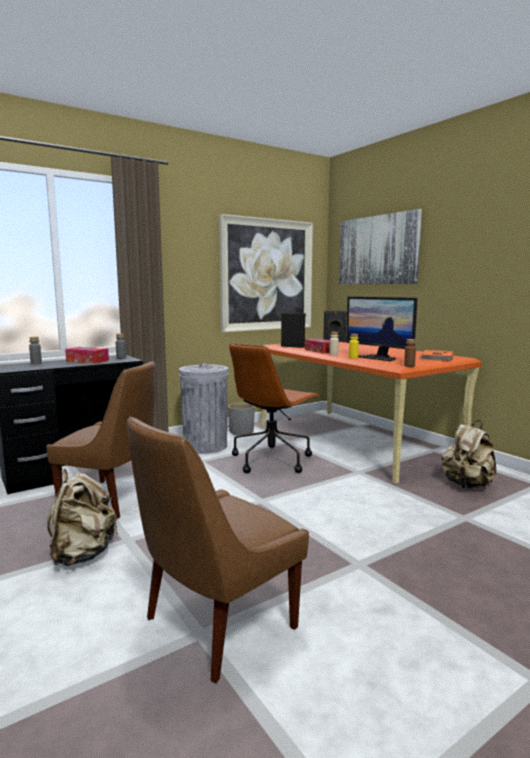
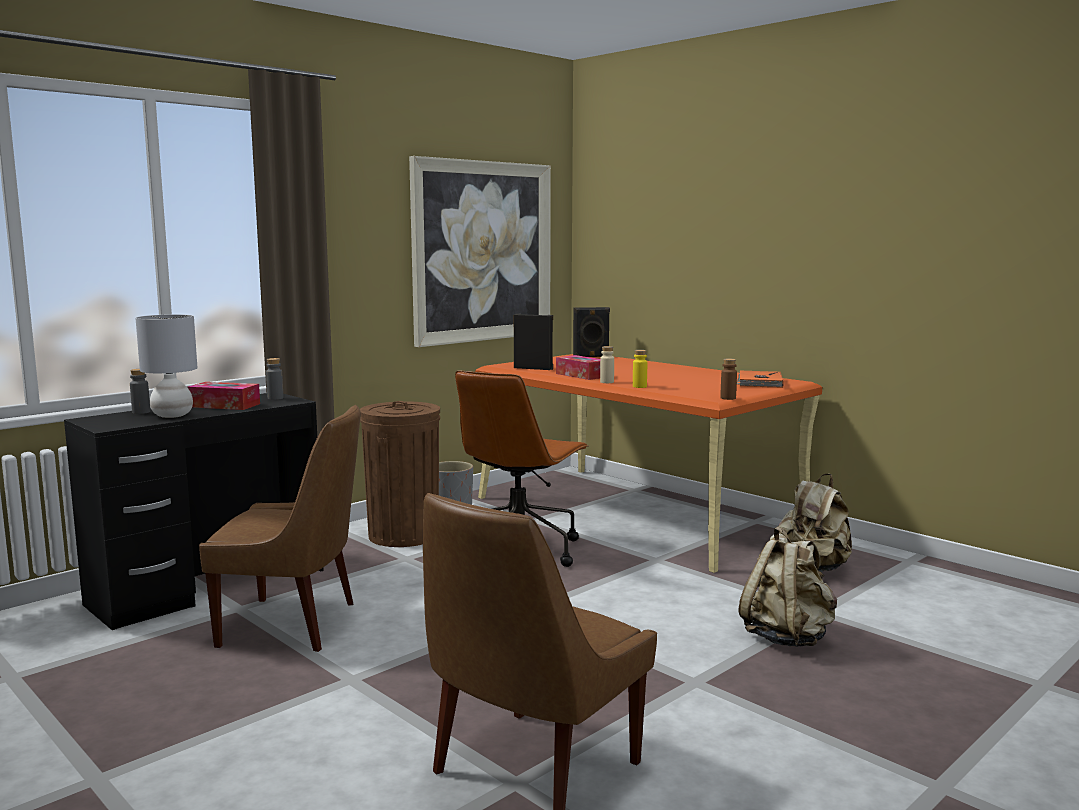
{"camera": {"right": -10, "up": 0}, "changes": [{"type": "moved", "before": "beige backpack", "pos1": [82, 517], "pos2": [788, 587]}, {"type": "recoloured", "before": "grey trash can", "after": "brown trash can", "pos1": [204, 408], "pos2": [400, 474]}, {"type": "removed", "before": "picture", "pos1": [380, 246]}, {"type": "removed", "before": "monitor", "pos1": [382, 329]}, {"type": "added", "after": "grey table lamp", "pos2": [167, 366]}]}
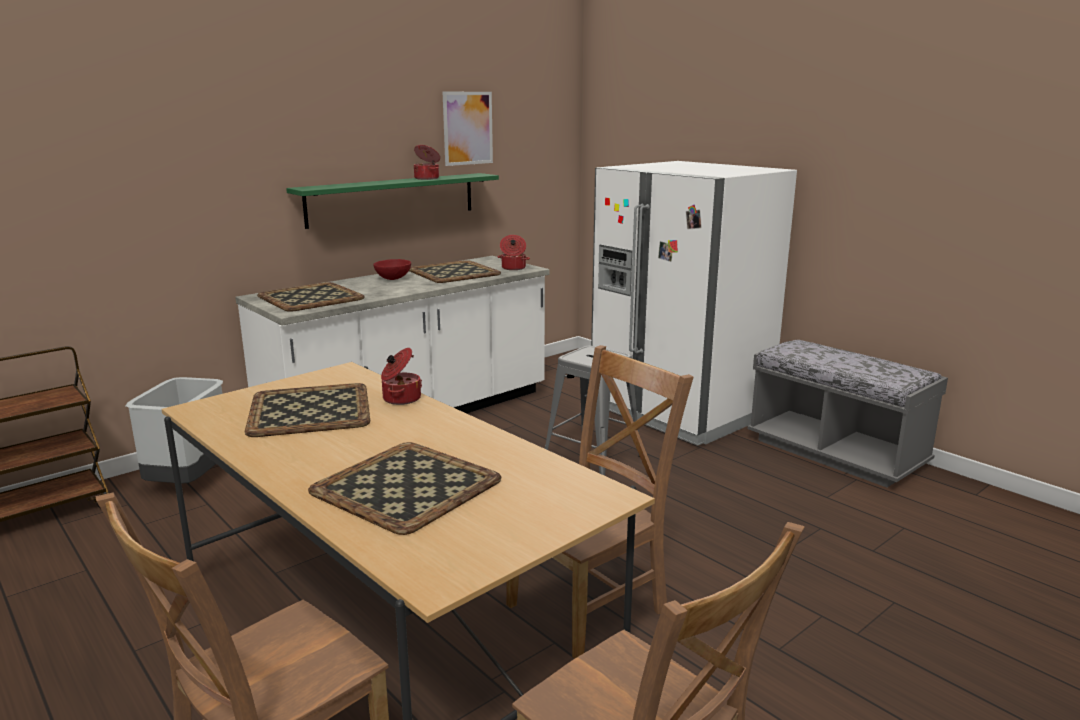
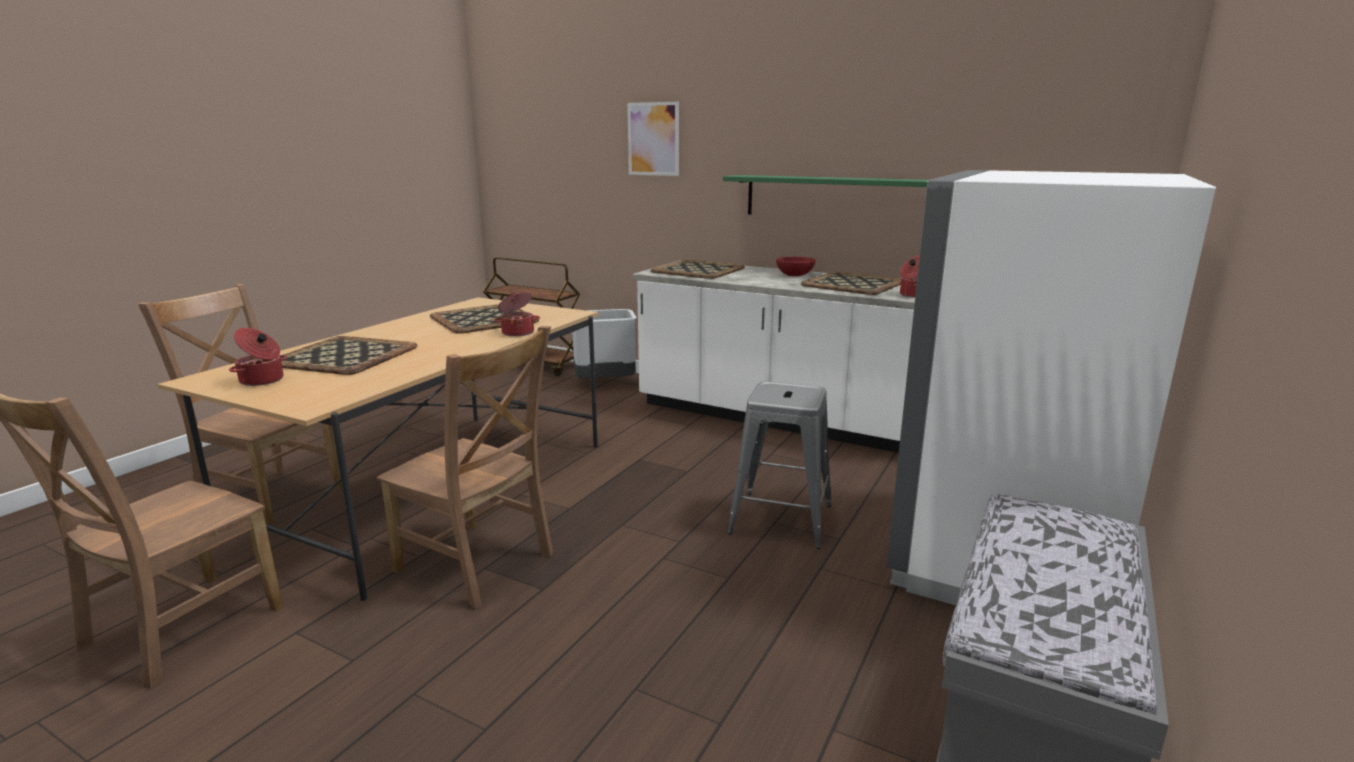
{"camera": {"right": 70, "up": 0}, "changes": [{"type": "moved", "before": "cooking pot", "pos1": [427, 162], "pos2": [258, 357]}, {"type": "moved", "before": "picture", "pos1": [468, 129], "pos2": [653, 139]}]}
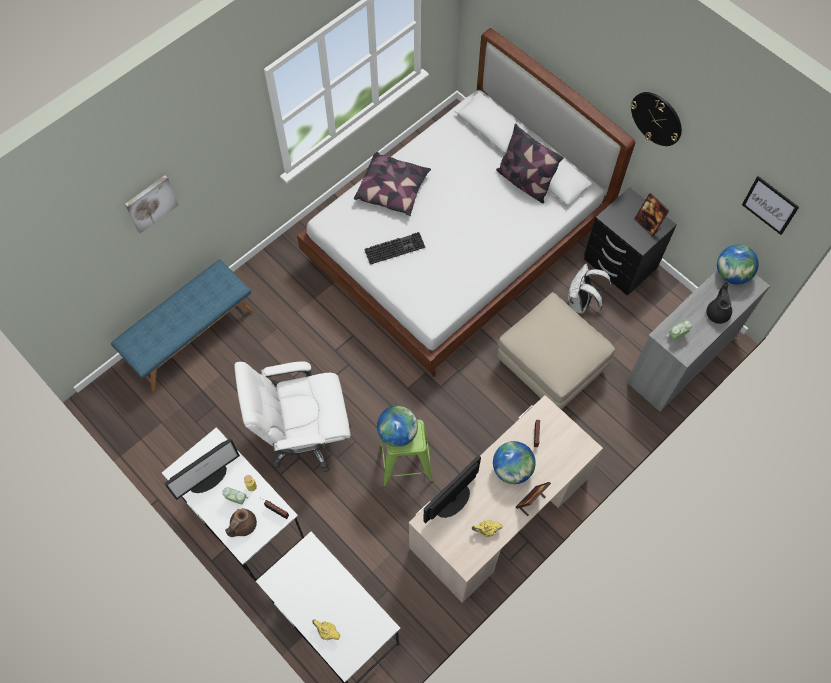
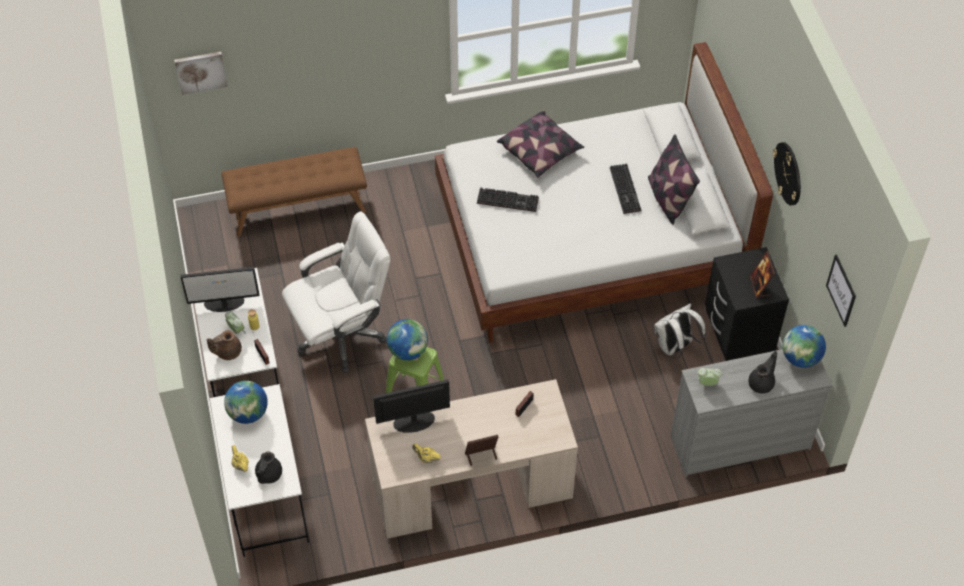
{"camera": {"right": 30, "up": -10}, "changes": [{"type": "recoloured", "before": "blue bench", "after": "brown bench", "pos1": [182, 325], "pos2": [294, 192]}, {"type": "moved", "before": "picture", "pos1": [151, 204], "pos2": [201, 73]}, {"type": "turned", "before": "white office chair", "pos1": [292, 417], "pos2": [336, 292], "turn": 135}, {"type": "moved", "before": "globe", "pos1": [514, 462], "pos2": [246, 402]}, {"type": "removed", "before": "beige ottoman", "pos1": [556, 350]}, {"type": "added", "after": "black teapot", "pos2": [268, 467]}, {"type": "added", "after": "keyboard", "pos2": [625, 188]}]}
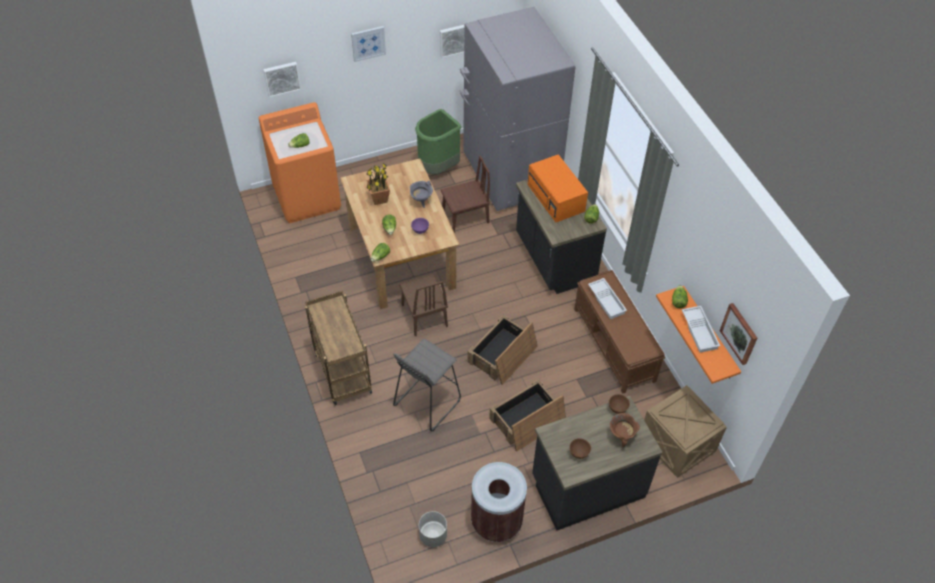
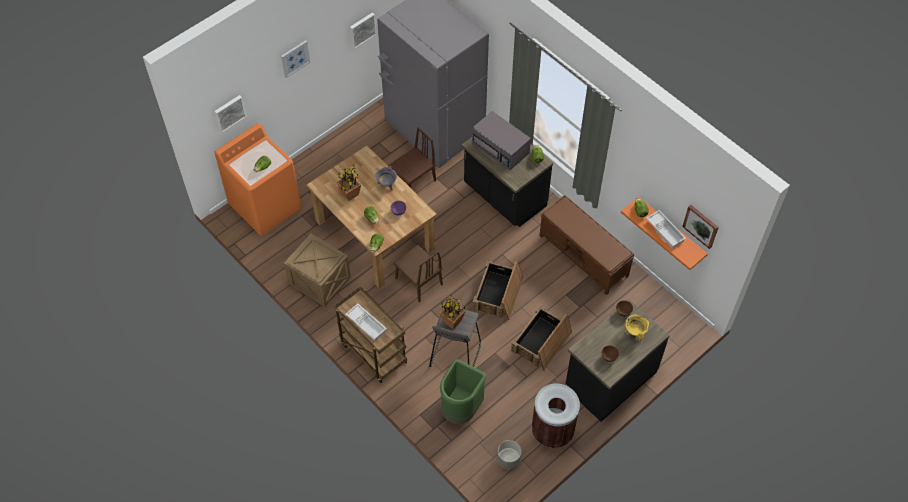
{"camera": {"right": -20, "up": 5}, "changes": [{"type": "moved", "before": "green trash can", "pos1": [438, 141], "pos2": [463, 391]}, {"type": "recoloured", "before": "orange microwave", "after": "grey microwave", "pos1": [558, 188], "pos2": [501, 140]}, {"type": "moved", "before": "white tray", "pos1": [607, 298], "pos2": [366, 322]}, {"type": "recoloured", "before": "brown cooking pot", "after": "yellow cooking pot", "pos1": [625, 430], "pos2": [637, 328]}, {"type": "moved", "before": "crate", "pos1": [685, 431], "pos2": [317, 270]}, {"type": "added", "after": "potted plant", "pos2": [453, 312]}]}
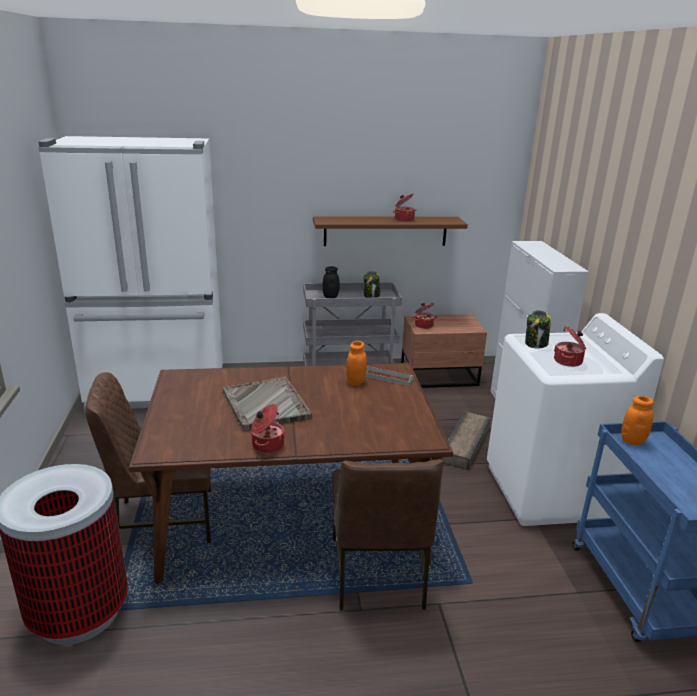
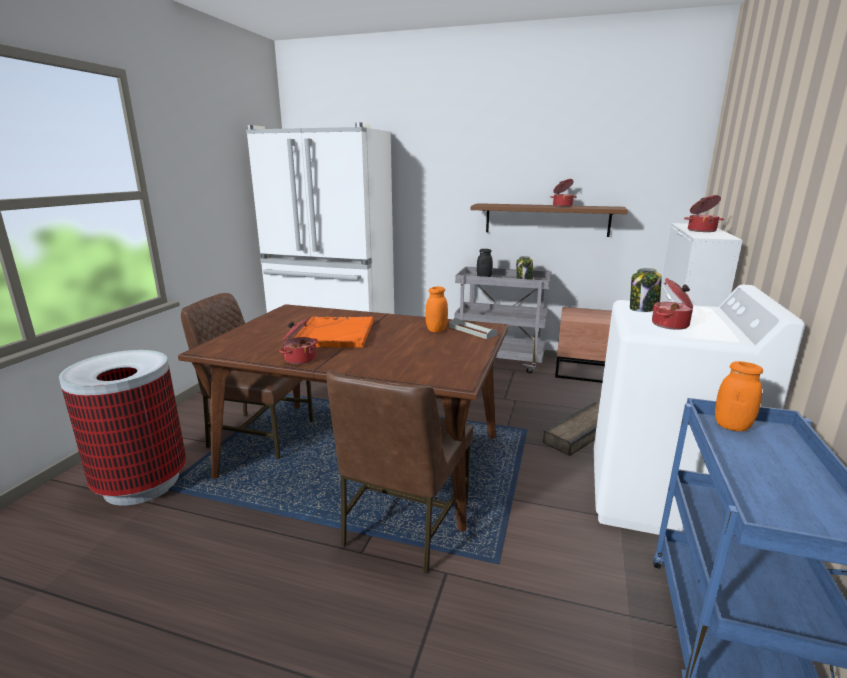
{"camera": {"right": 25, "up": -5}, "changes": [{"type": "recoloured", "before": "grey tray", "after": "orange tray", "pos1": [267, 404], "pos2": [334, 332]}, {"type": "moved", "before": "cooking pot", "pos1": [424, 316], "pos2": [704, 213]}]}
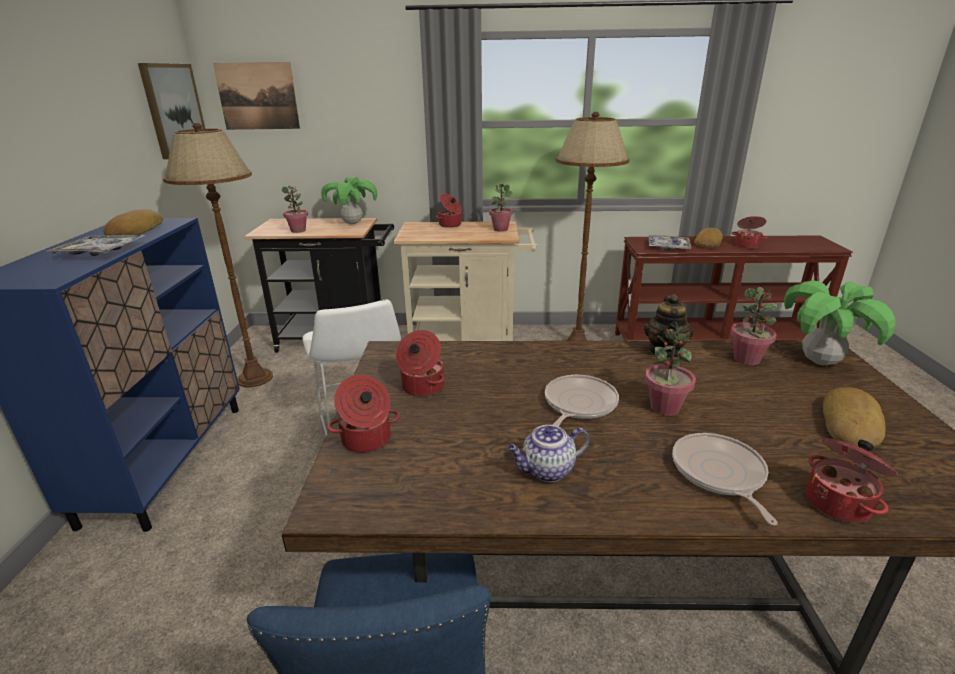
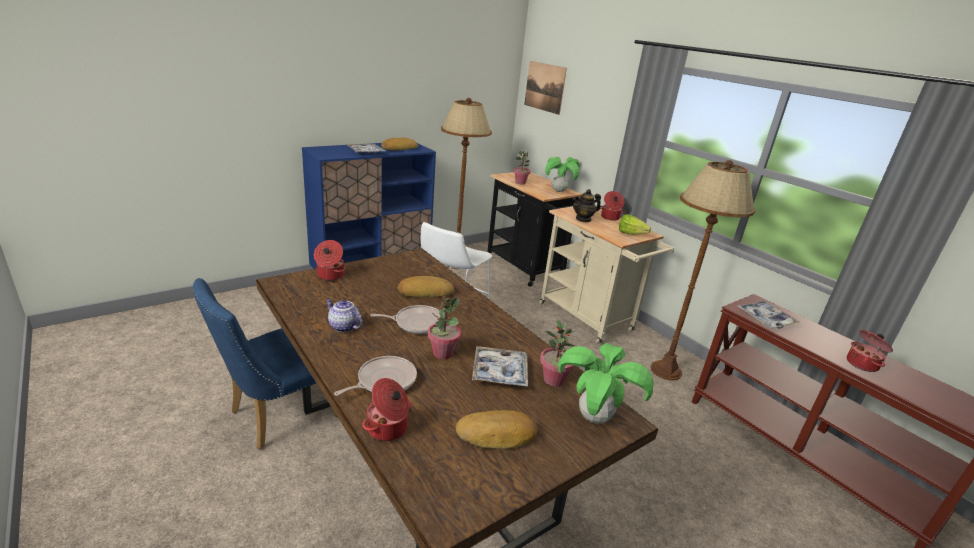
{"camera": {"right": 50, "up": 0}, "changes": [{"type": "removed", "before": "picture", "pos1": [171, 111]}, {"type": "removed", "before": "cooking pot", "pos1": [420, 363]}, {"type": "replaced", "before": "potted plant", "after": "lettuce", "pos1": [501, 207], "pos2": [635, 224]}, {"type": "moved", "before": "teapot", "pos1": [668, 326], "pos2": [587, 205]}, {"type": "moved", "before": "bread", "pos1": [708, 238], "pos2": [426, 287]}, {"type": "added", "after": "tray", "pos2": [500, 366]}]}
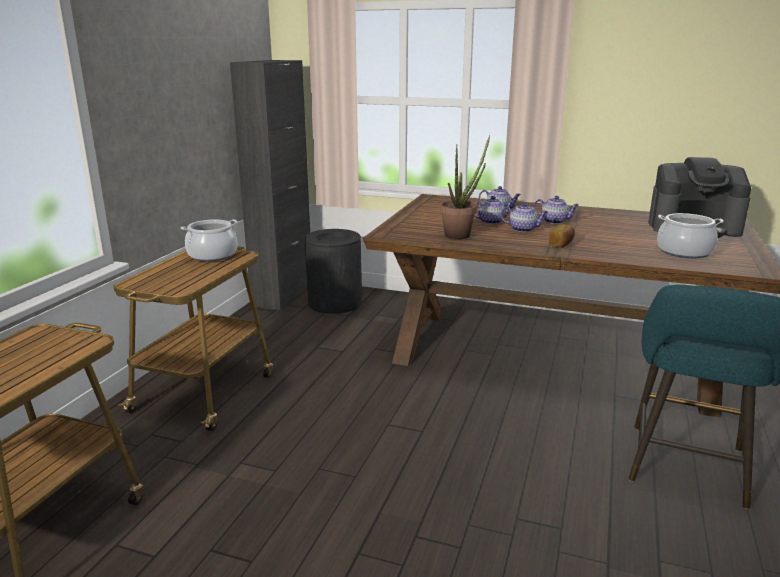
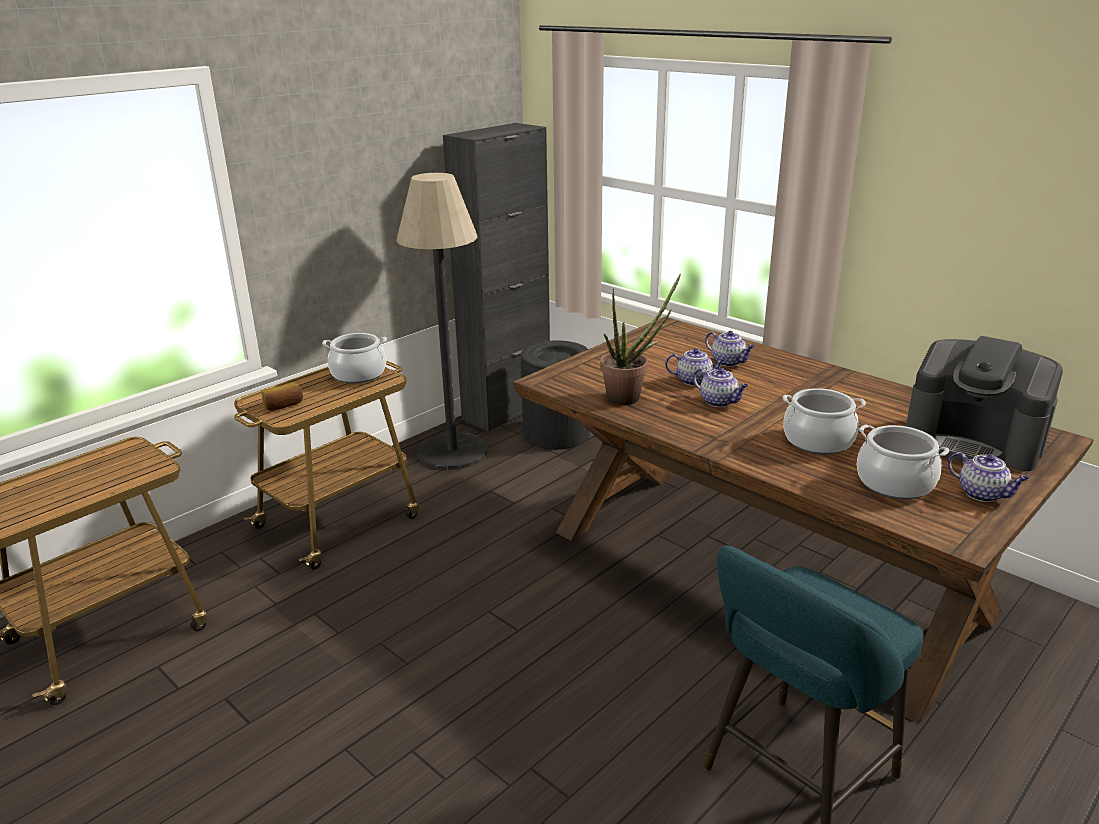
{"camera": {"right": 25, "up": 5}, "changes": [{"type": "moved", "before": "teapot", "pos1": [556, 210], "pos2": [988, 477]}, {"type": "moved", "before": "bread", "pos1": [562, 236], "pos2": [282, 396]}, {"type": "added", "after": "floor lamp", "pos2": [442, 321]}, {"type": "added", "after": "cooking pot", "pos2": [824, 421]}]}
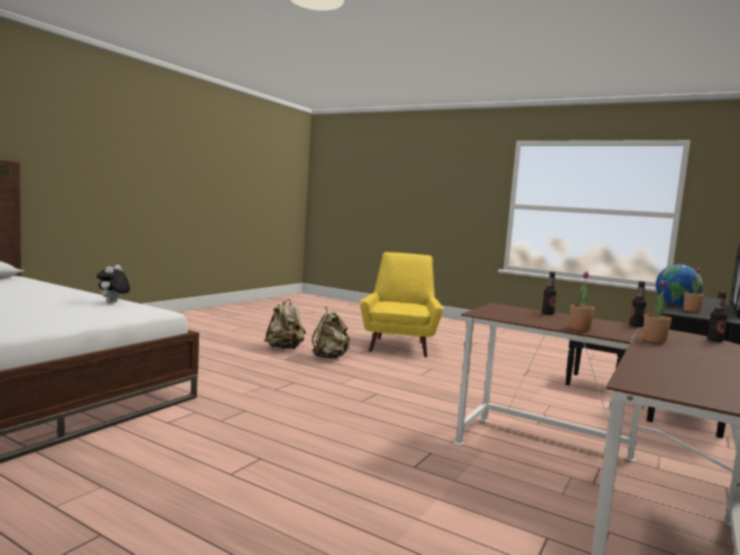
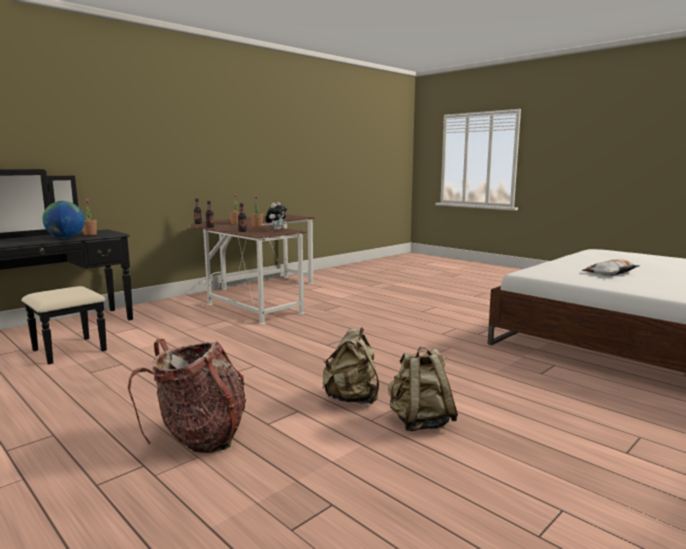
{"camera": {"right": -165, "up": 5}, "changes": [{"type": "moved", "before": "plush toy", "pos1": [113, 284], "pos2": [276, 216]}, {"type": "replaced", "before": "yellow armchair", "after": "backpack", "pos1": [402, 304], "pos2": [187, 396]}, {"type": "added", "after": "pillow", "pos2": [611, 267]}]}
